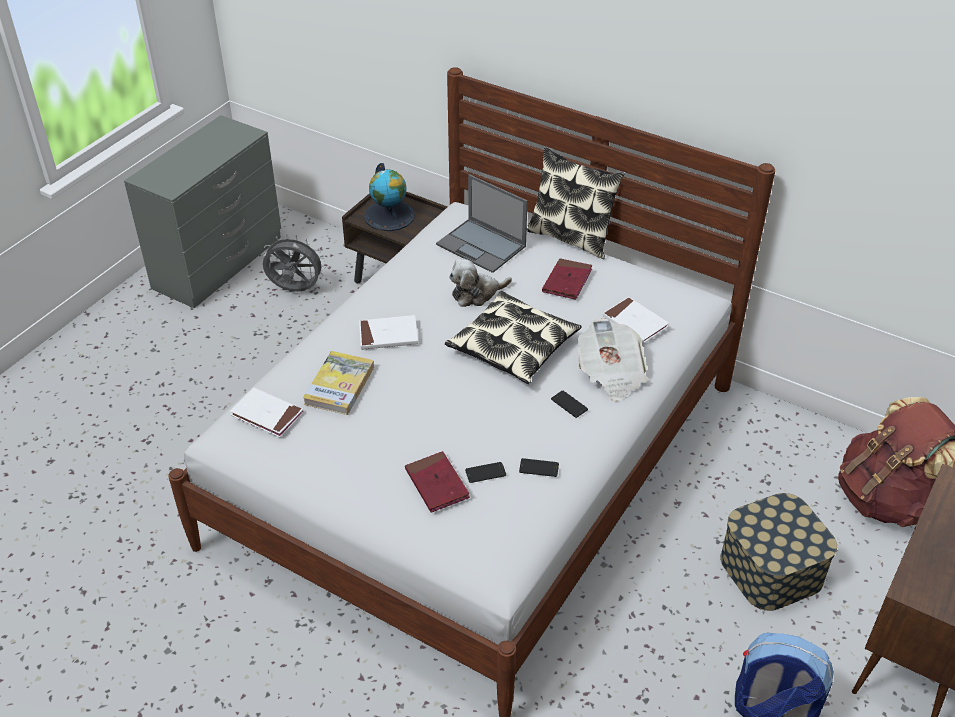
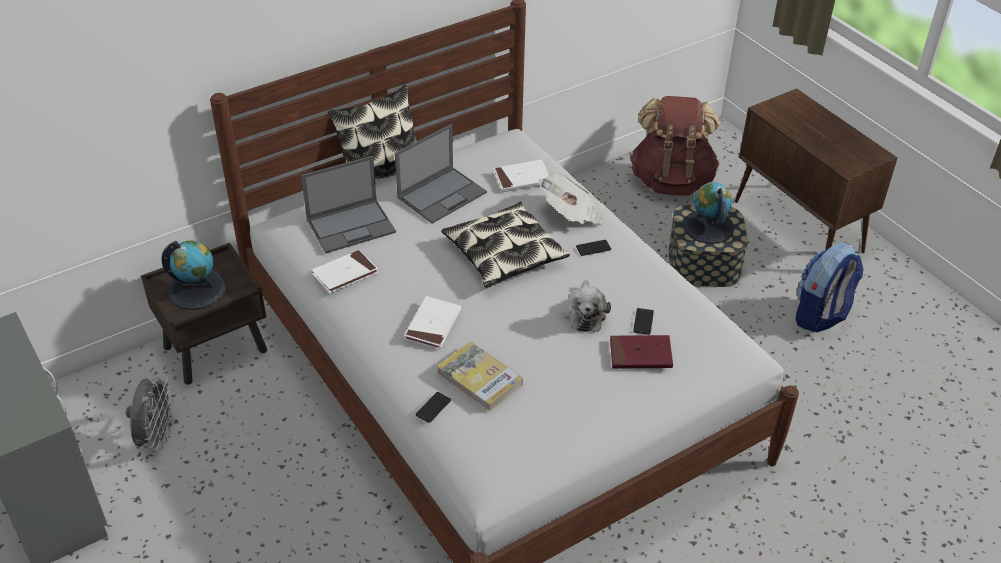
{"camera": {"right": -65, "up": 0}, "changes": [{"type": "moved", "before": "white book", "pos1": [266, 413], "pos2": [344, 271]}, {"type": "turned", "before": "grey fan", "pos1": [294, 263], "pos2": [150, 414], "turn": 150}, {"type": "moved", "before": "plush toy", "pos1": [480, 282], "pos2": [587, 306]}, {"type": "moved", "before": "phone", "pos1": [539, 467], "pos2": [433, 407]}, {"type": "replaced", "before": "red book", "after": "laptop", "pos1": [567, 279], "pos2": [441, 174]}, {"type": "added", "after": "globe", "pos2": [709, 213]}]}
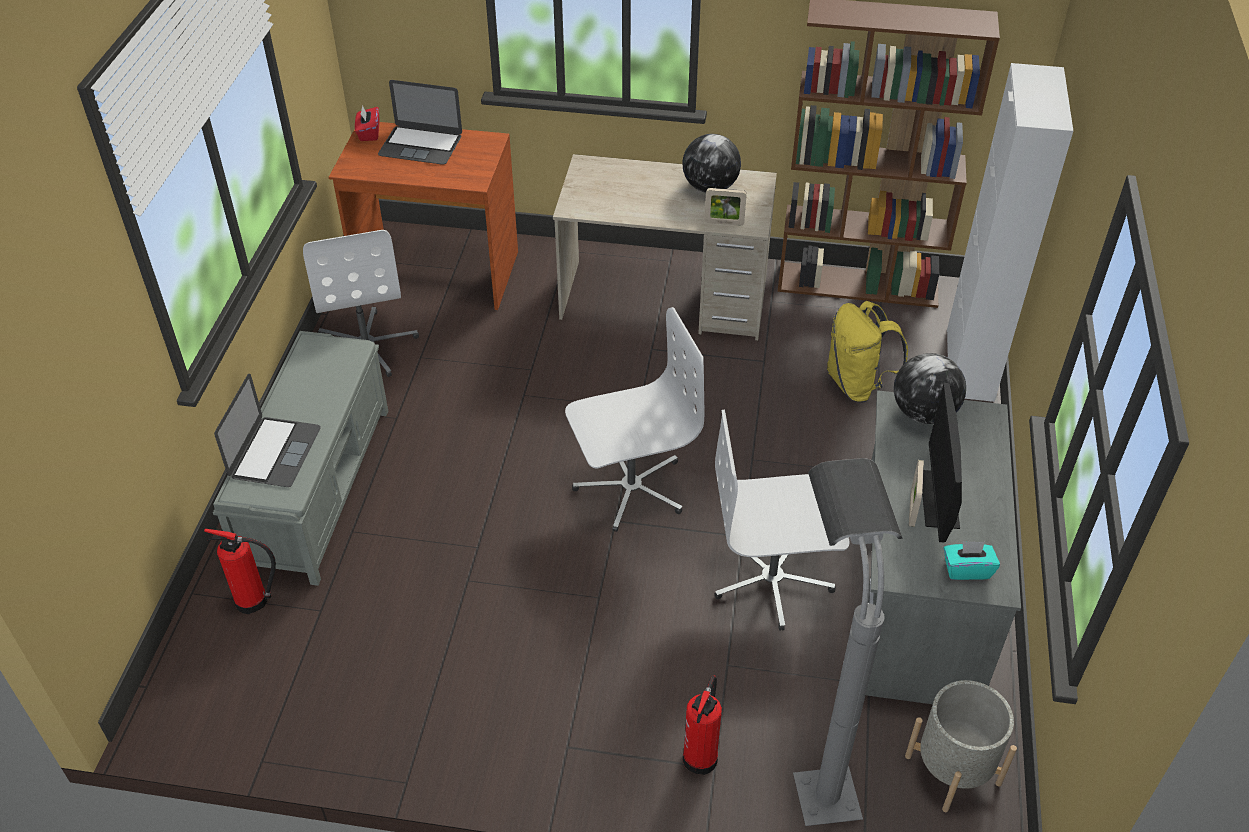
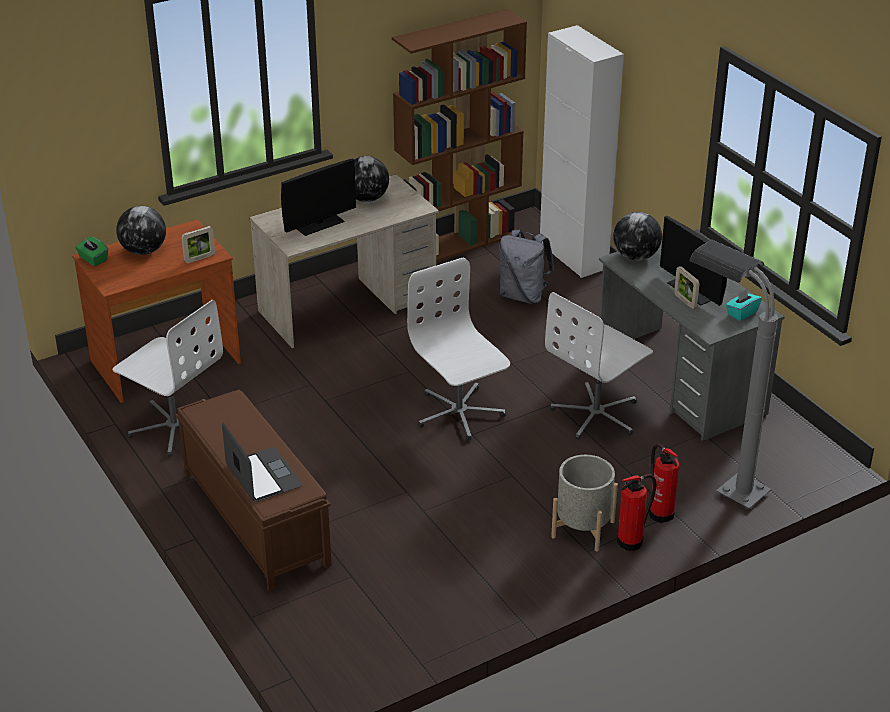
{"camera": {"right": -40, "up": -10}, "changes": [{"type": "moved", "before": "fire extinguisher", "pos1": [240, 571], "pos2": [636, 512]}, {"type": "recoloured", "before": "grey bench", "after": "brown bench", "pos1": [300, 458], "pos2": [254, 490]}, {"type": "recoloured", "before": "red tissue box", "after": "green tissue box", "pos1": [367, 123], "pos2": [91, 251]}, {"type": "replaced", "before": "laptop", "after": "globe", "pos1": [420, 122], "pos2": [141, 230]}, {"type": "turned", "before": "white office chair", "pos1": [634, 419], "pos2": [458, 349], "turn": -60}, {"type": "moved", "before": "picture frame", "pos1": [725, 207], "pos2": [198, 244]}, {"type": "recoloured", "before": "yellow backpack", "after": "grey backpack", "pos1": [867, 352], "pos2": [526, 266]}, {"type": "moved", "before": "grey planter", "pos1": [961, 746], "pos2": [584, 503]}, {"type": "added", "after": "monitor", "pos2": [318, 197]}]}
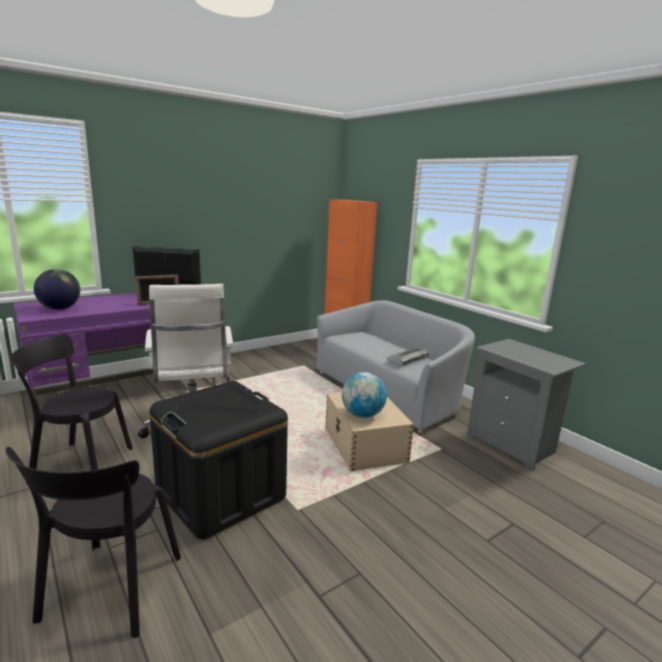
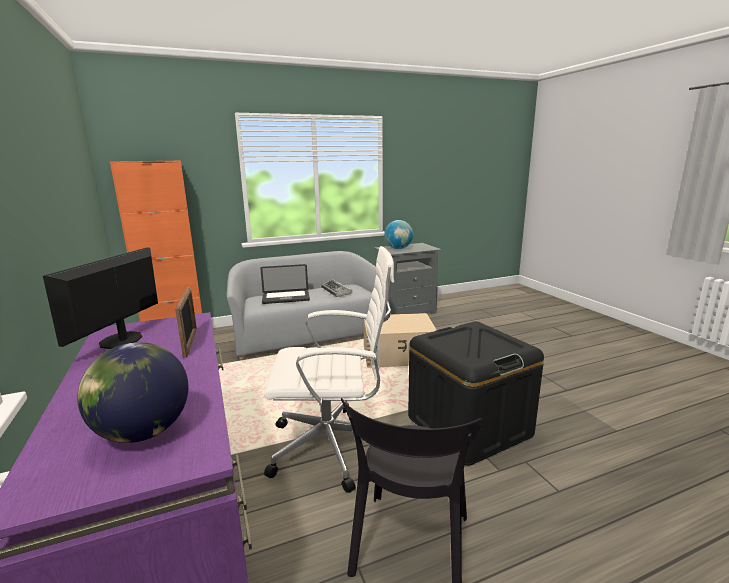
{"camera": {"right": -75, "up": 0}, "changes": [{"type": "removed", "before": "black chair", "pos1": [93, 542]}, {"type": "moved", "before": "globe", "pos1": [364, 395], "pos2": [398, 234]}, {"type": "added", "after": "laptop", "pos2": [285, 284]}]}
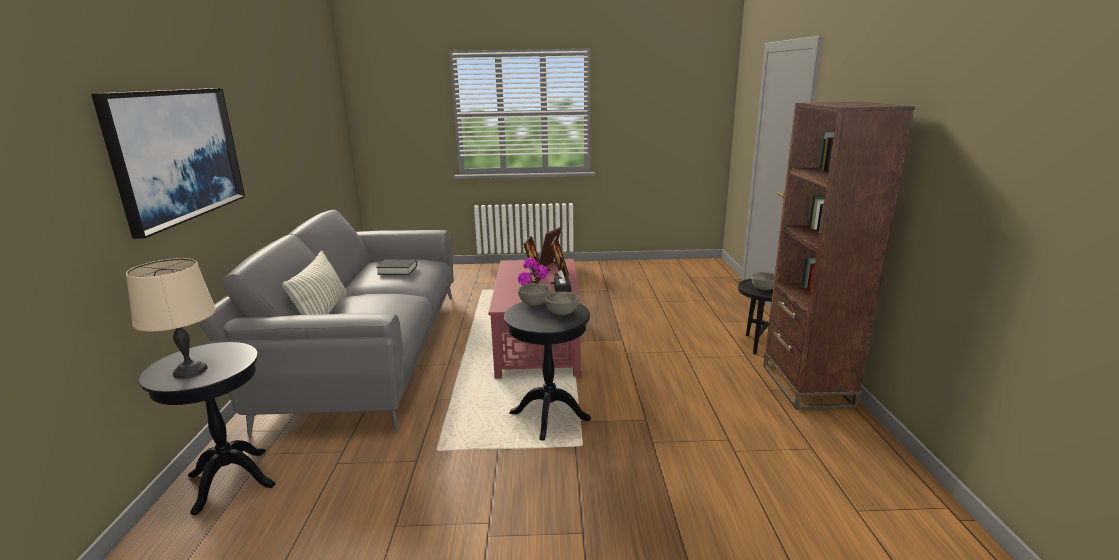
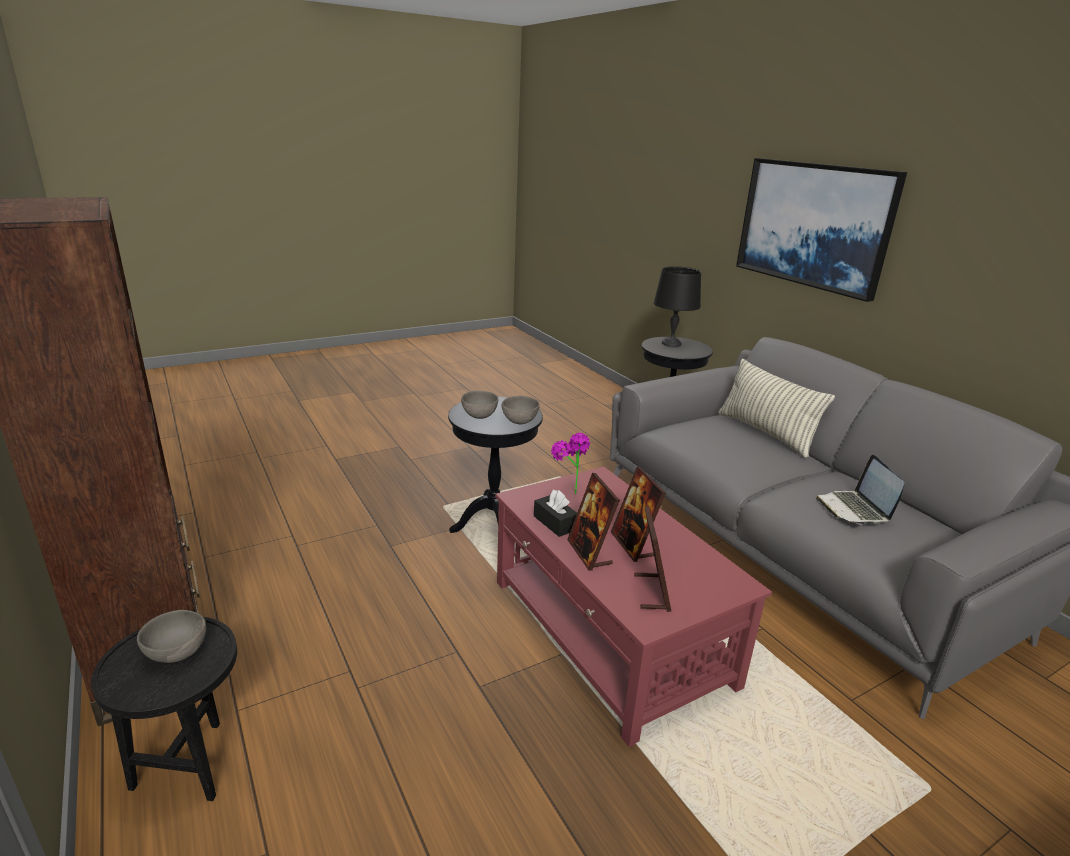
{"camera": {"right": 150, "up": 5}, "changes": [{"type": "recoloured", "before": "beige table lamp", "after": "black table lamp", "pos1": [171, 318], "pos2": [677, 306]}, {"type": "replaced", "before": "black book", "after": "laptop", "pos1": [396, 267], "pos2": [860, 490]}]}
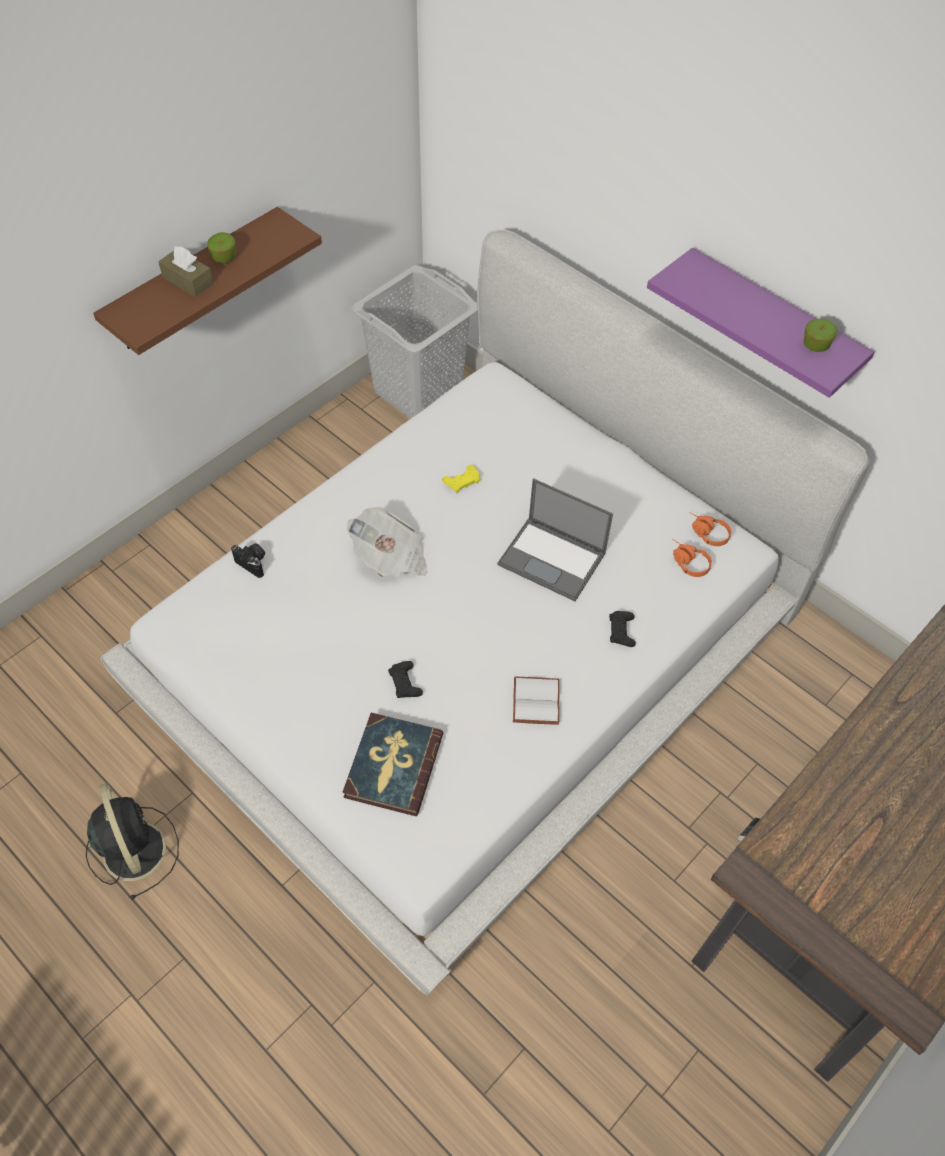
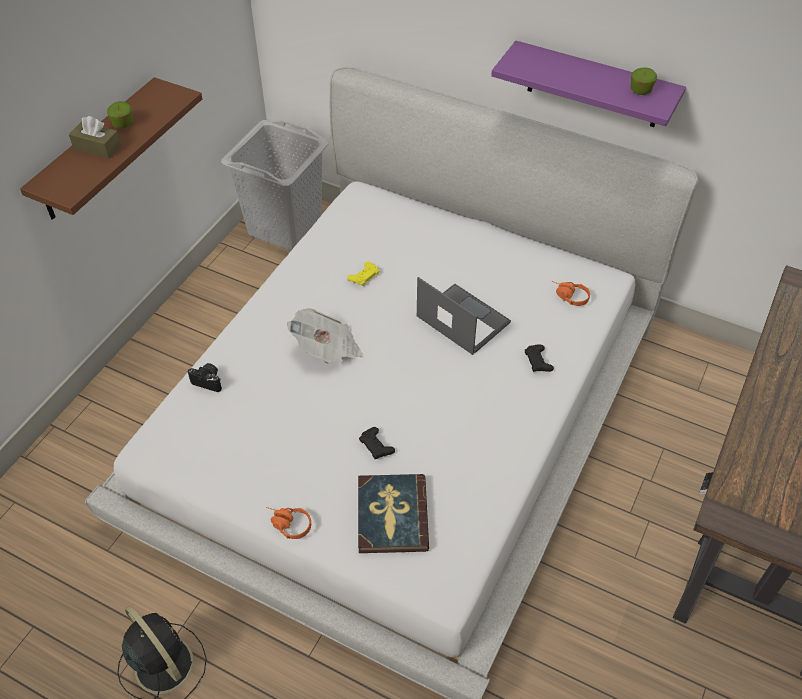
{"camera": {"right": -15, "up": -5}, "changes": [{"type": "turned", "before": "laptop", "pos1": [555, 539], "pos2": [464, 316], "turn": -150}, {"type": "removed", "before": "white book", "pos1": [536, 700]}, {"type": "moved", "before": "orange headphones", "pos1": [710, 529], "pos2": [288, 523]}]}
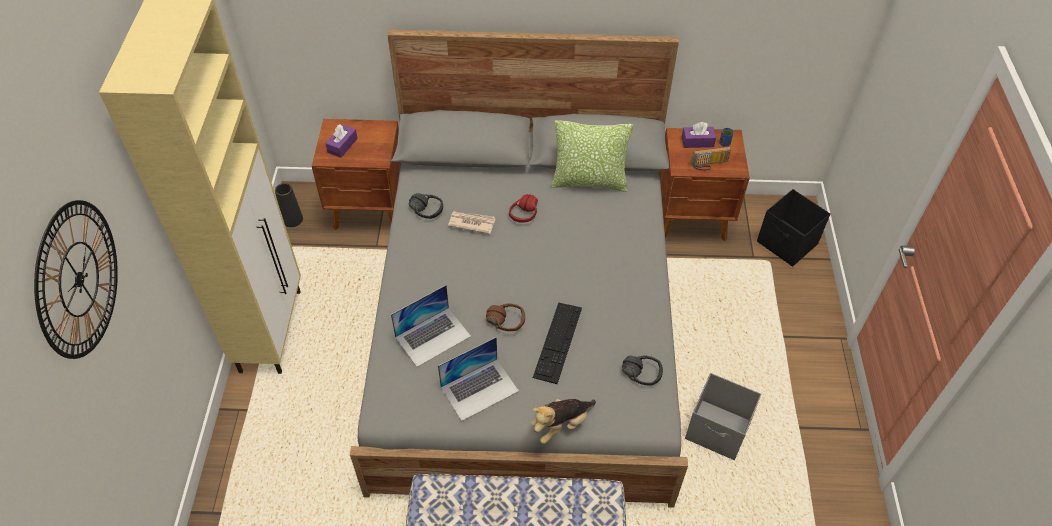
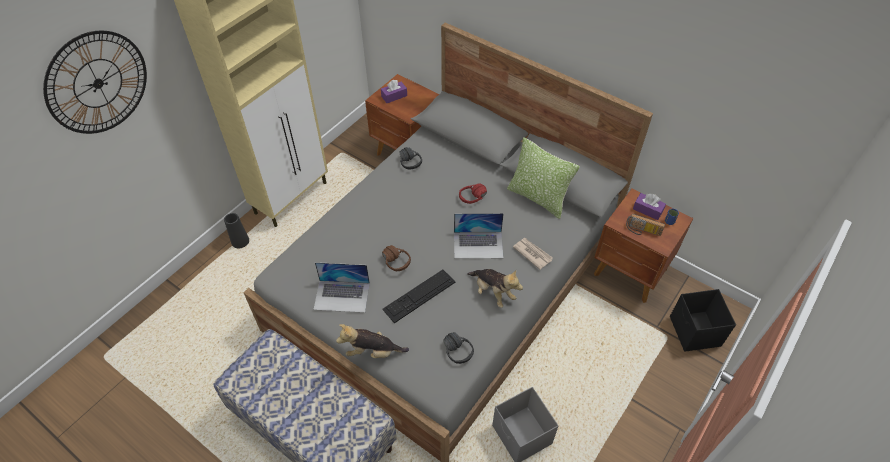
{"camera": {"right": 35, "up": 0}, "changes": [{"type": "moved", "before": "black vase", "pos1": [289, 205], "pos2": [236, 230]}, {"type": "moved", "before": "laptop", "pos1": [431, 326], "pos2": [479, 236]}, {"type": "moved", "before": "newspaper", "pos1": [472, 222], "pos2": [533, 254]}, {"type": "added", "after": "plush toy", "pos2": [495, 288]}]}
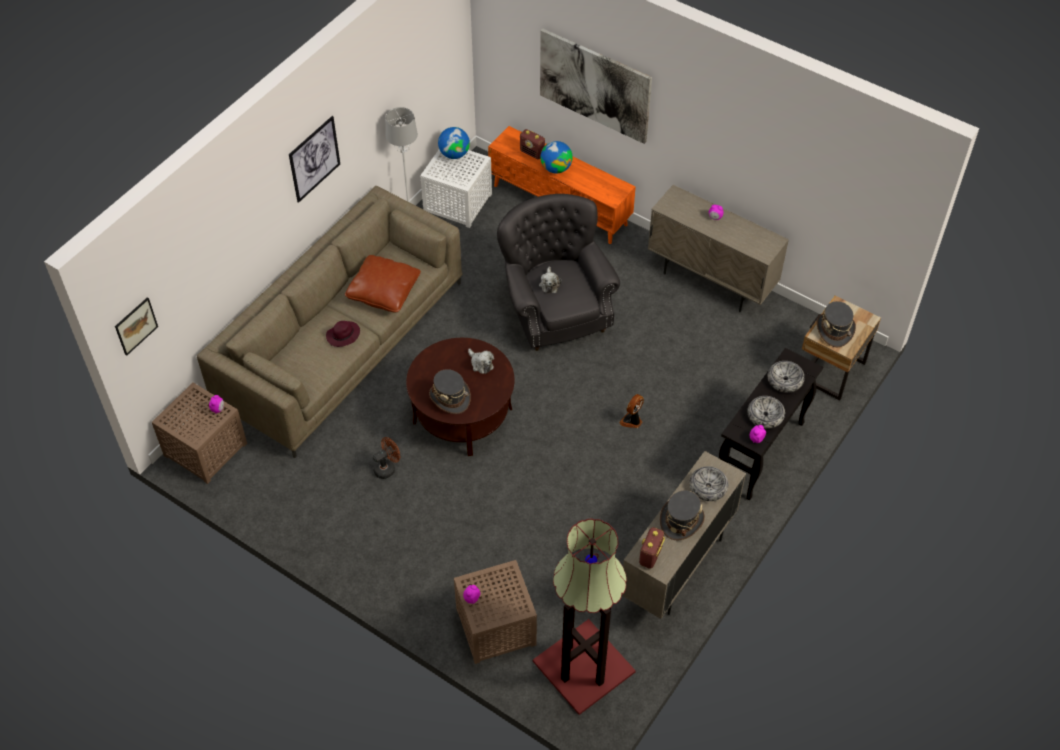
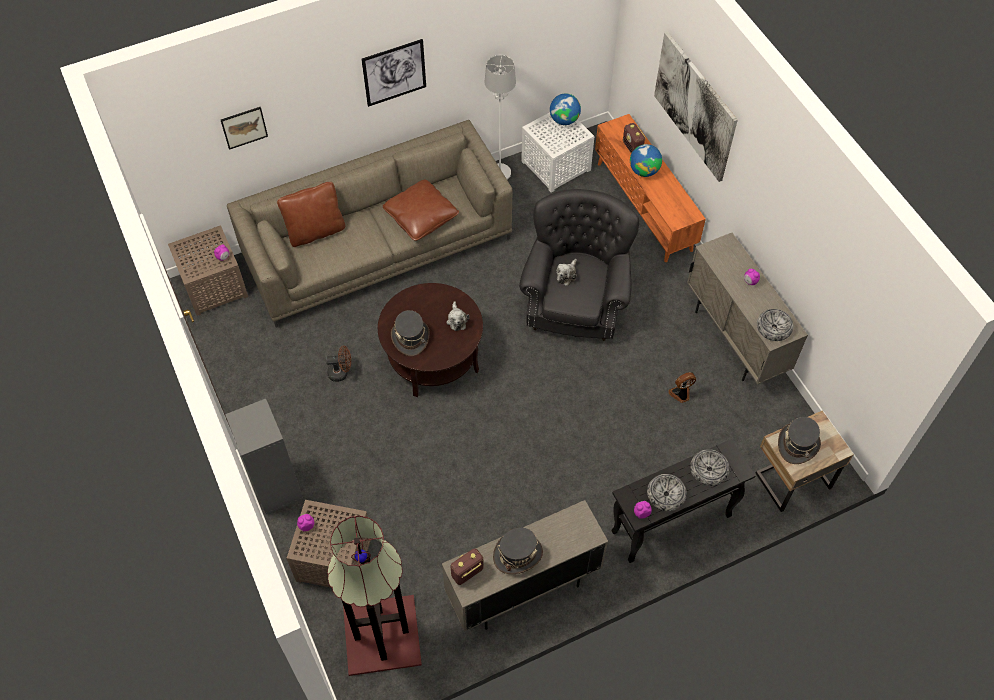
{"camera": {"right": 30, "up": 5}, "changes": [{"type": "moved", "before": "picture", "pos1": [136, 326], "pos2": [244, 128]}, {"type": "removed", "before": "purple hat", "pos1": [343, 334]}, {"type": "moved", "before": "fan", "pos1": [631, 411], "pos2": [682, 387]}, {"type": "moved", "before": "bowl", "pos1": [708, 483], "pos2": [775, 325]}, {"type": "added", "after": "grey bookcase", "pos2": [264, 456]}, {"type": "added", "after": "brown pillow", "pos2": [311, 214]}]}
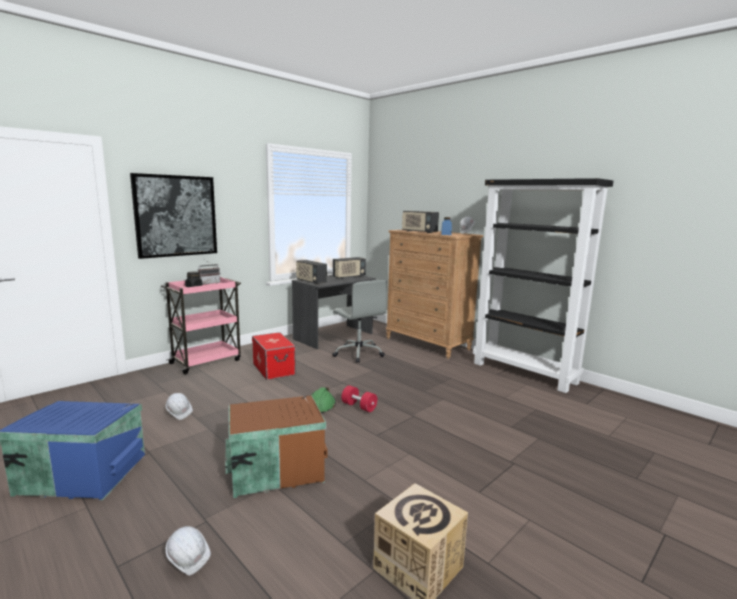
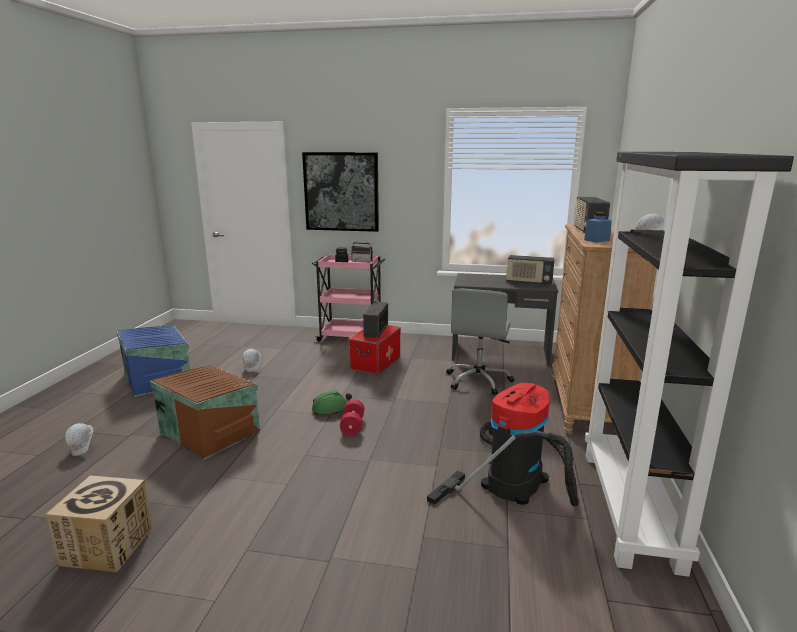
{"camera": {"right": 55, "up": 5}, "changes": [{"type": "moved", "before": "radio", "pos1": [311, 272], "pos2": [375, 320]}, {"type": "added", "after": "vacuum cleaner", "pos2": [503, 445]}]}
